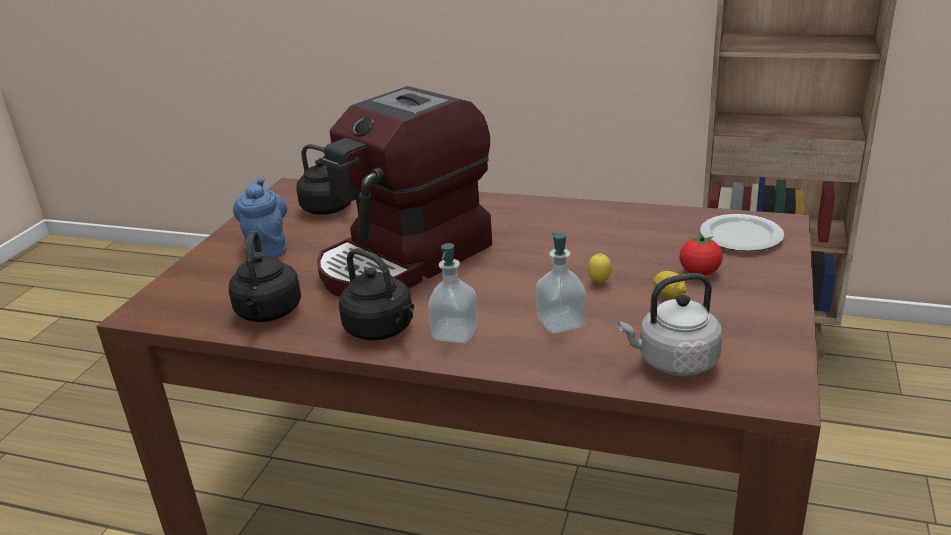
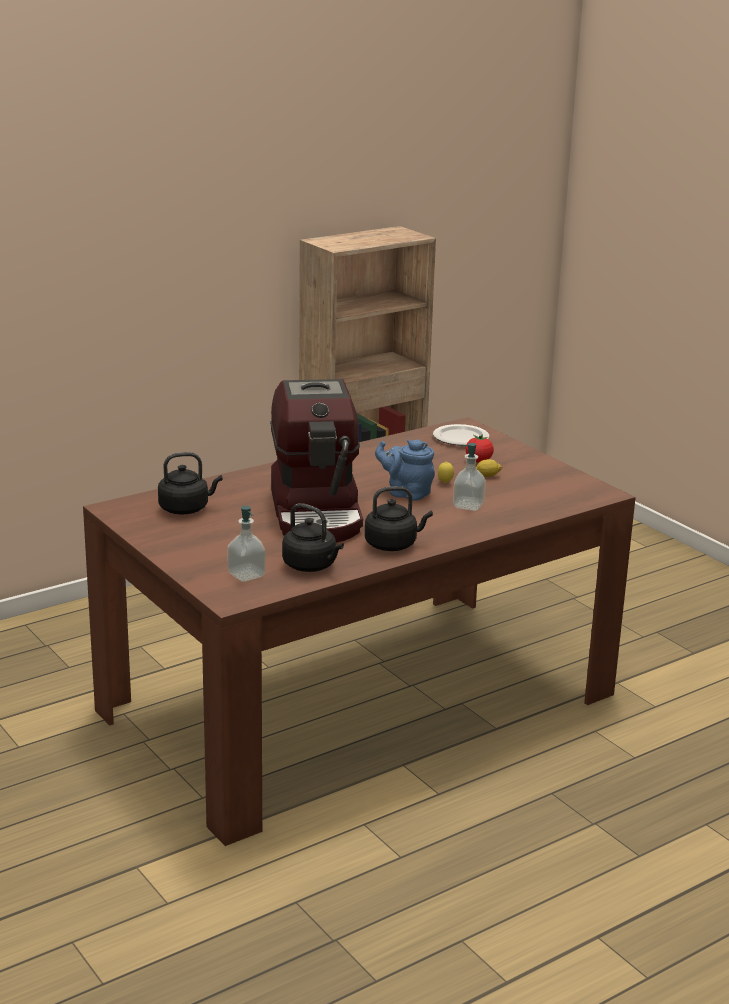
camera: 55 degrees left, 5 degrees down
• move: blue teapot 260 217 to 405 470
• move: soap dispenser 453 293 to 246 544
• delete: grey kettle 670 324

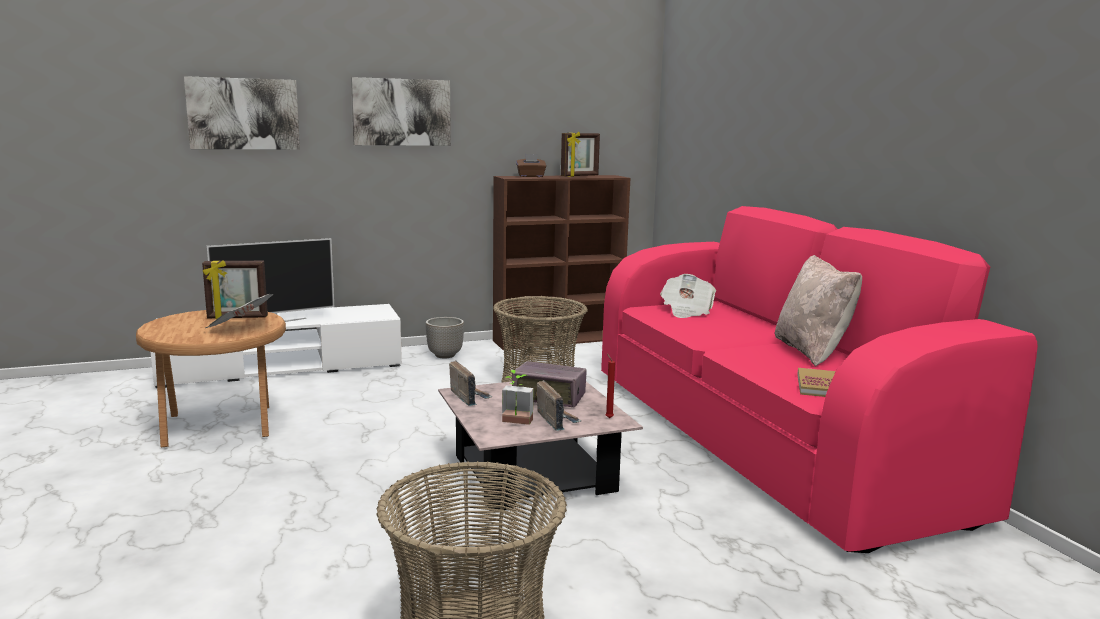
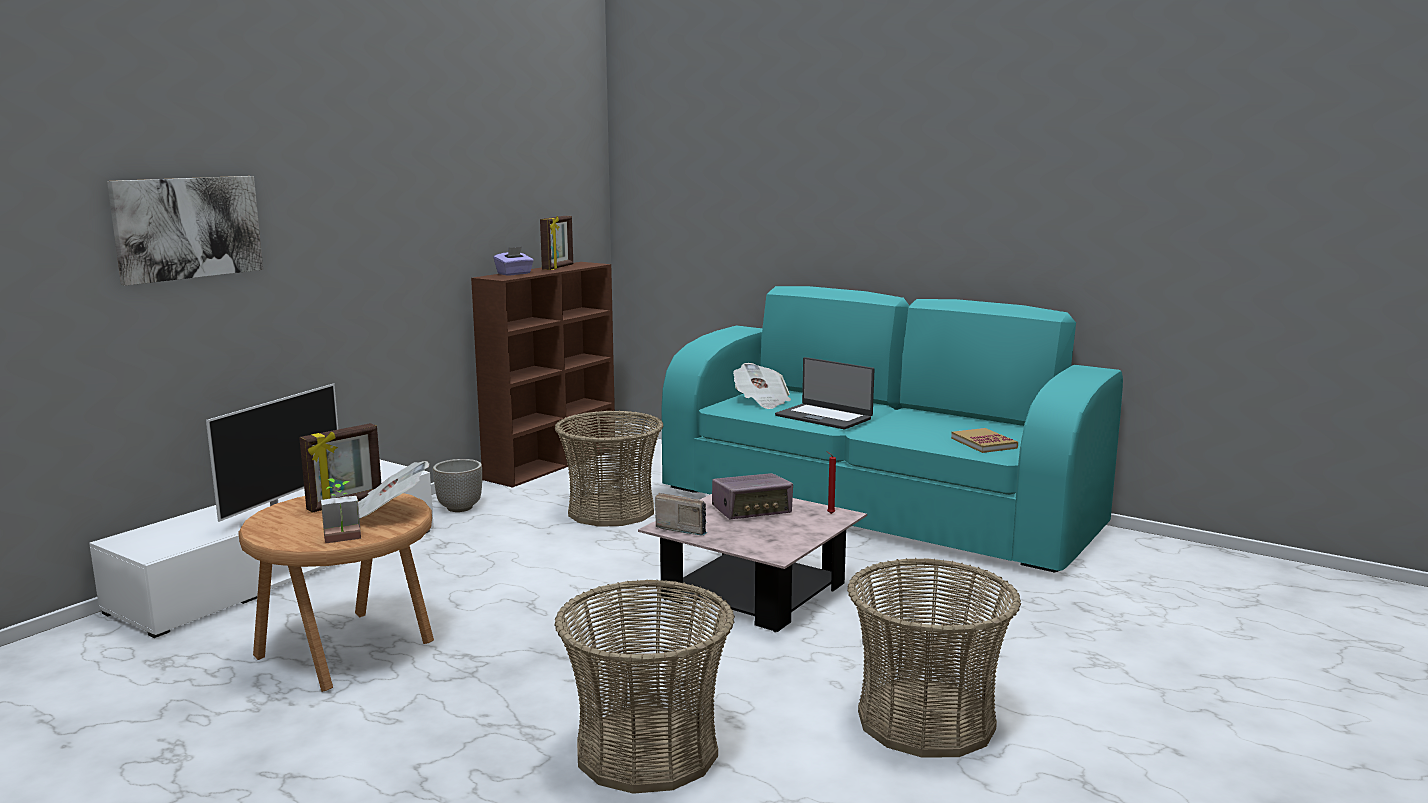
camera: 35 degrees left, 0 degrees up
• delete: picture 401 111
• move: potted plant 518 397 to 341 511
• recolor: brown tissue box 531 165 to purple tissue box 513 261
• delete: radio 559 405
• recolor: pink sofa 819 379 to turquoise sofa 892 429
• delete: beige pillow 818 310
• insert: basket 645 686
• insert: laptop 825 393

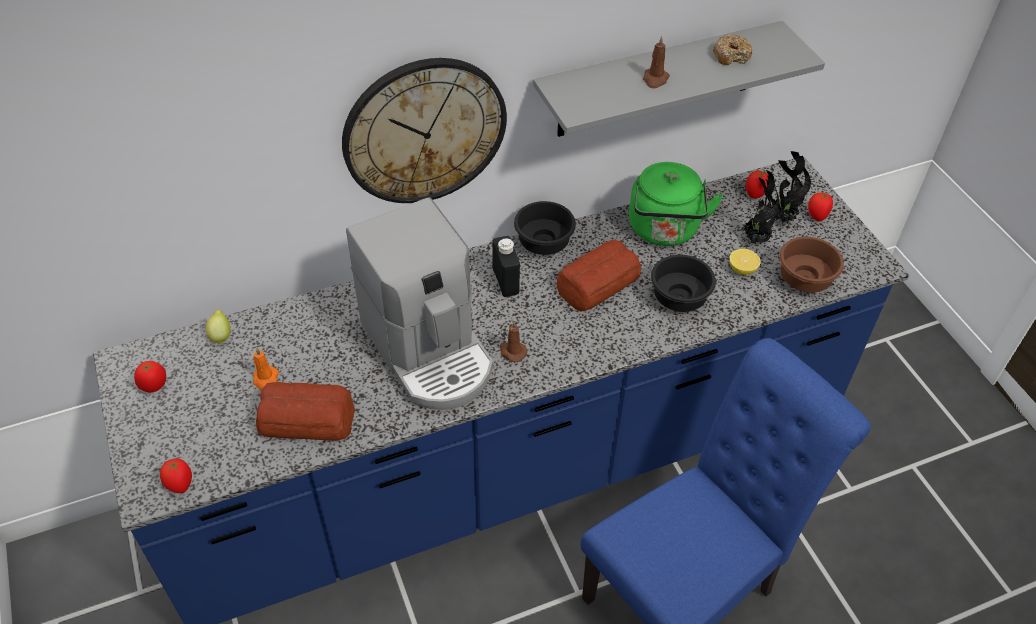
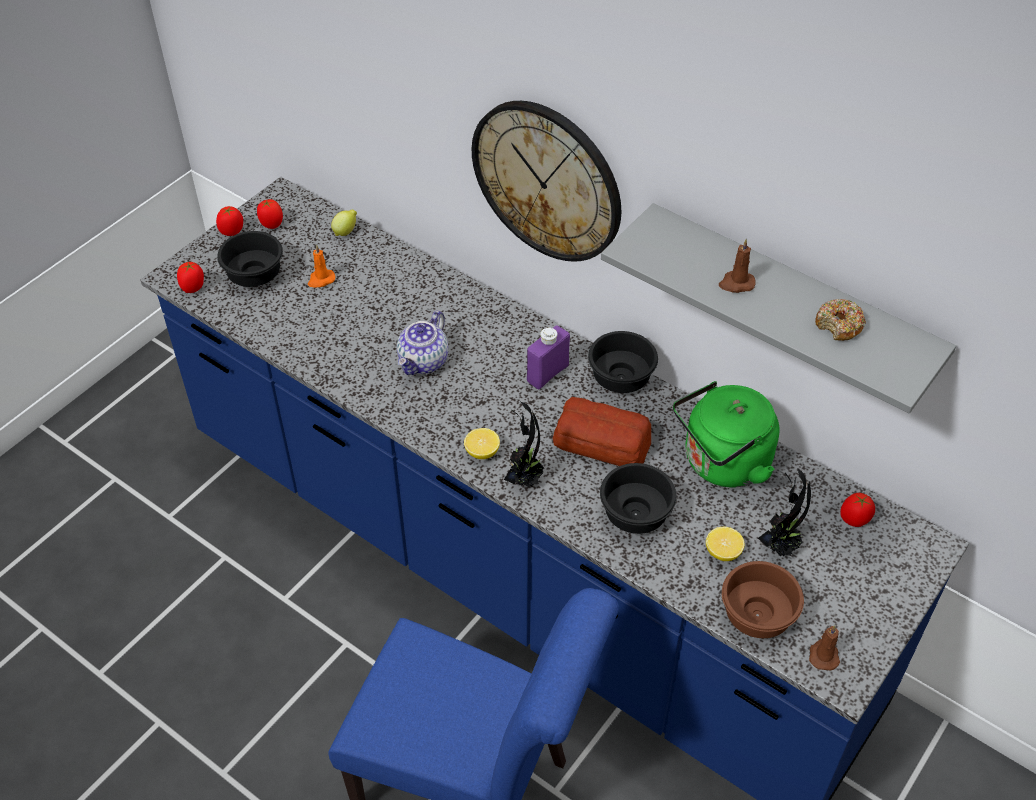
camera: 60 degrees right, 0 degrees up
• delete: bread 305 411
• replace: coffee machine 419 303 to teapot 422 343
• recolor: black bottle 506 266 to purple bottle 548 357
• move: brown candle 513 341 to 824 647
• move: potted plant 791 187 to 524 445
• move: tomato 820 207 to 229 221
• insert: black bowl 250 259
• insert: lemon 482 443

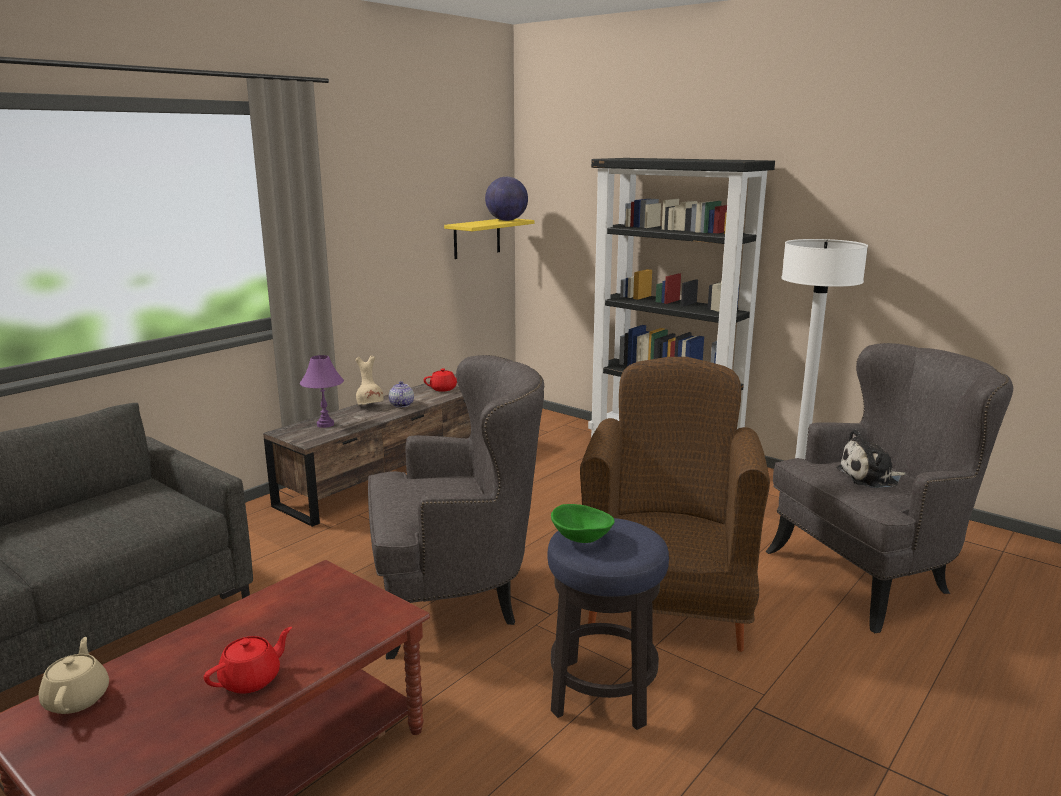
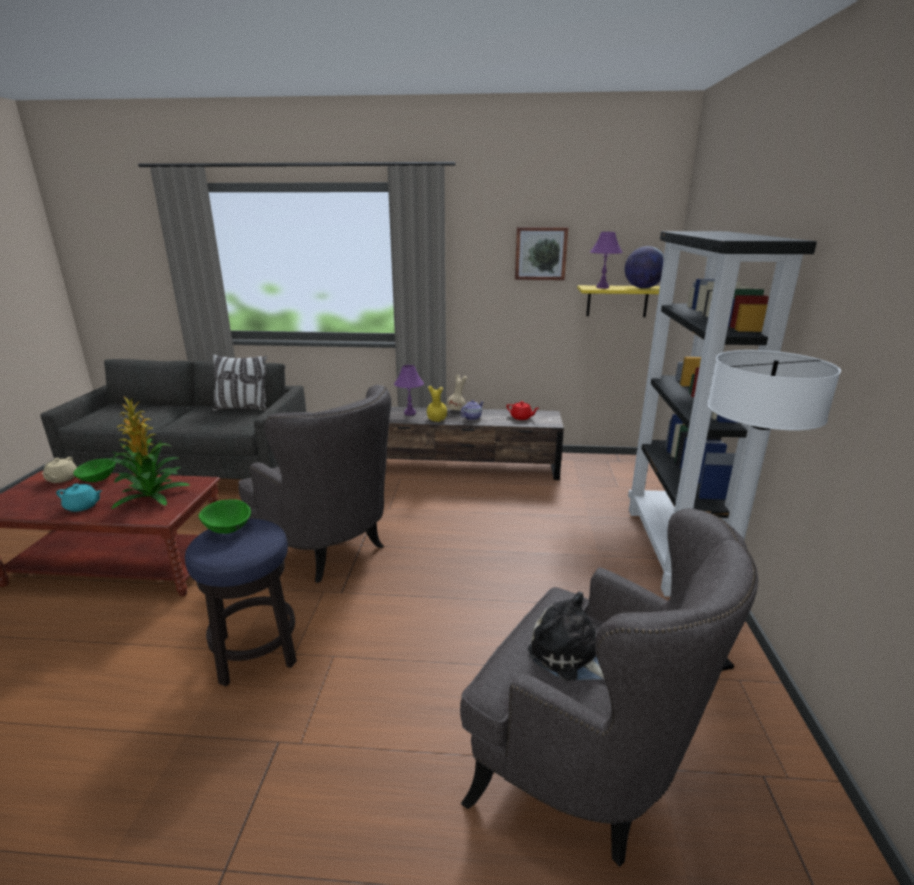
camera: 55 degrees right, 5 degrees up
• rotate: beige teapot 74 675 = 59 470 135 degrees clockwise
• recolor: red teapot 248 660 to turquoise teapot 79 498
• delete: brown armchair 675 504
• insert: green bowl 95 470
• insert: potted plant 149 453
• insert: pillow 239 382
• insert: yellow vase 437 404
• insert: picture 542 253
• insert: purple table lamp 606 260

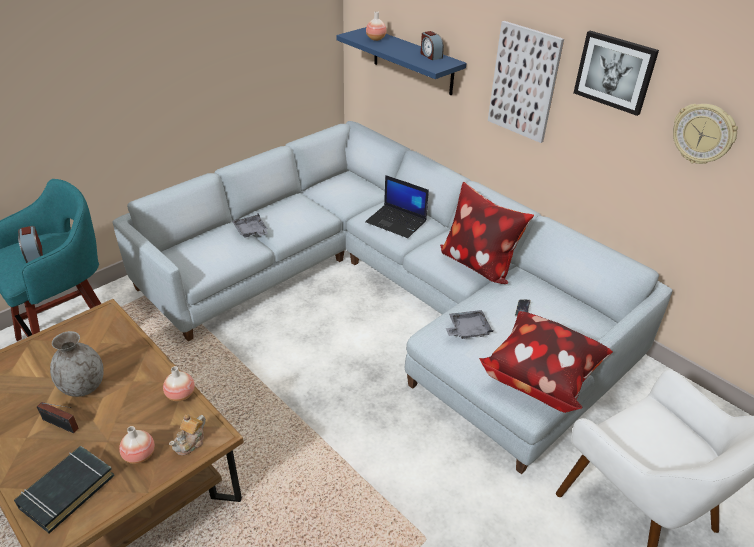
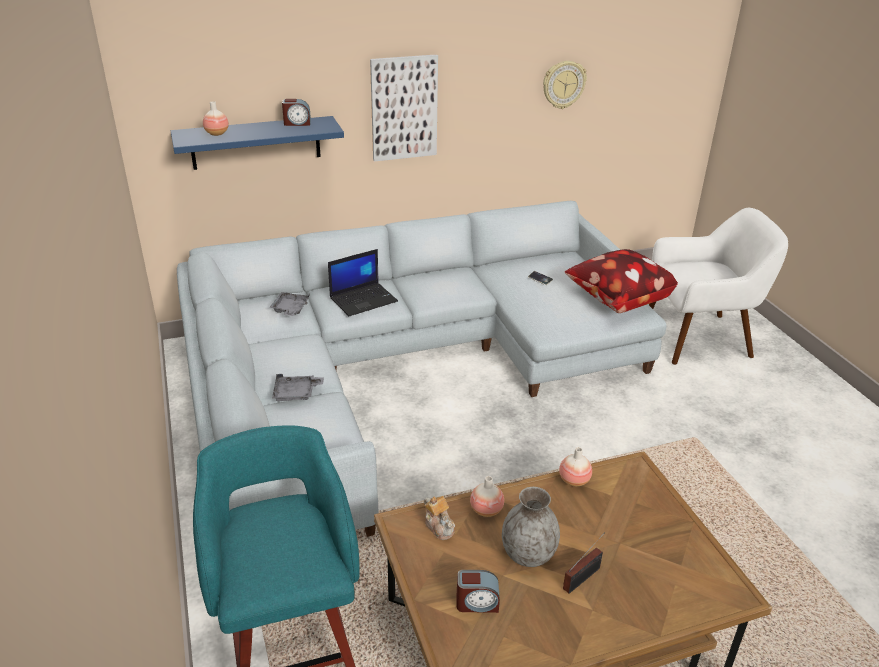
camera: 65 degrees left, 5 degrees down
• delete: black book 64 490
• move: alarm clock 30 244 to 478 591
• move: vase 137 445 to 487 496
• move: teapot 187 434 to 439 518
• delete: pillow 487 233
• move: grey tray 469 324 to 289 304
• delete: picture 616 73

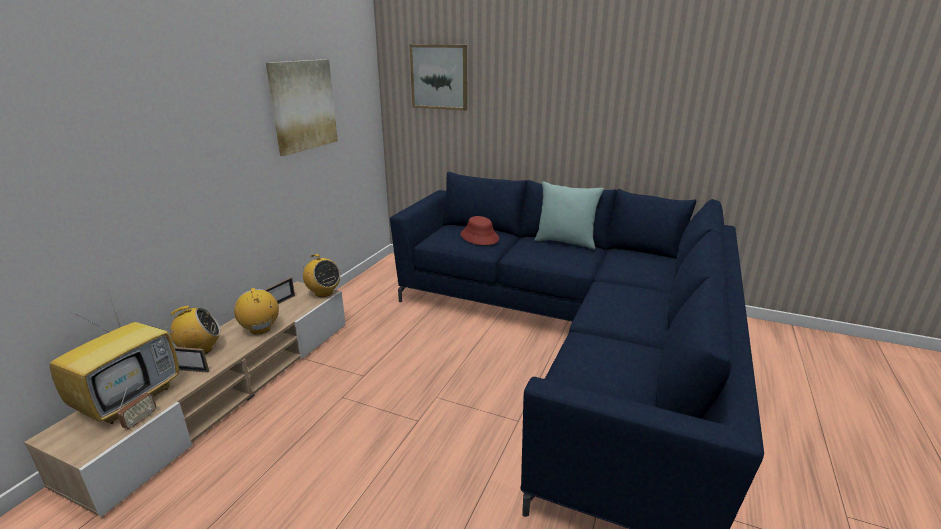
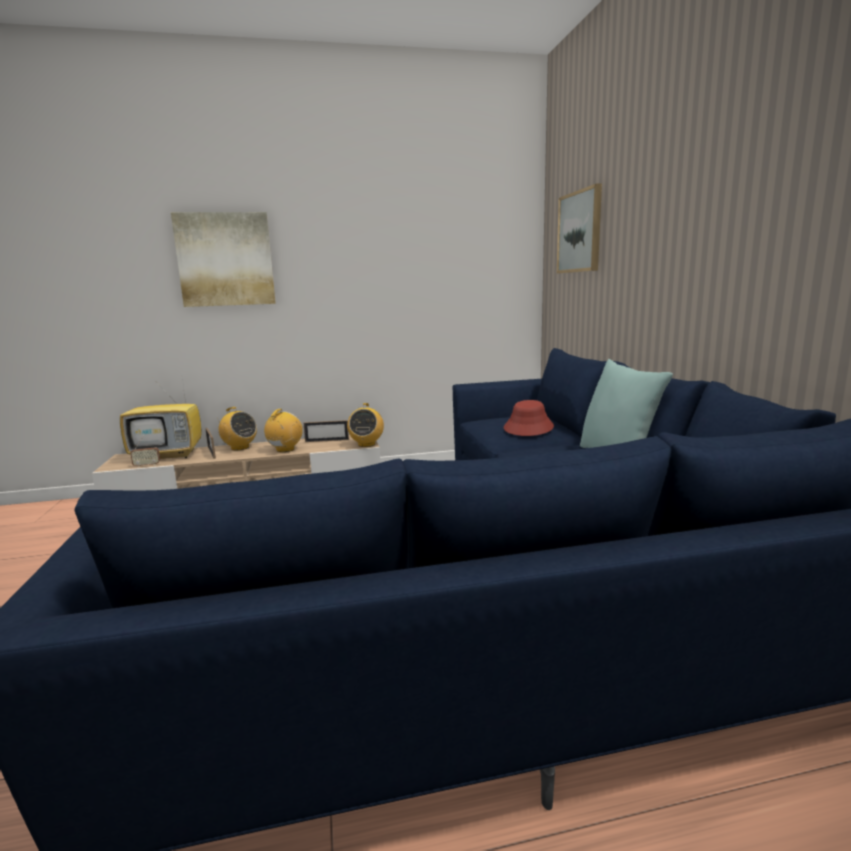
camera: 55 degrees right, 10 degrees down
• move: picture 302 107 to 223 259

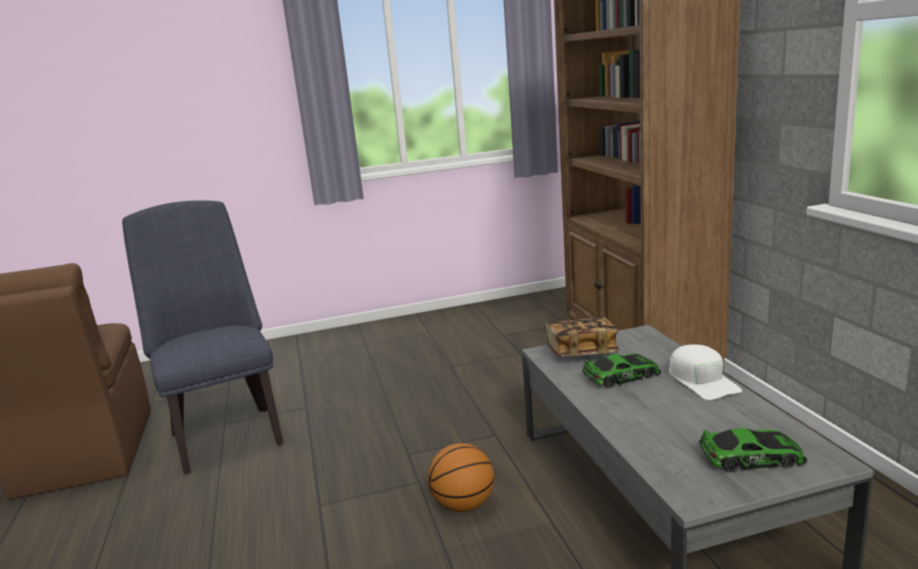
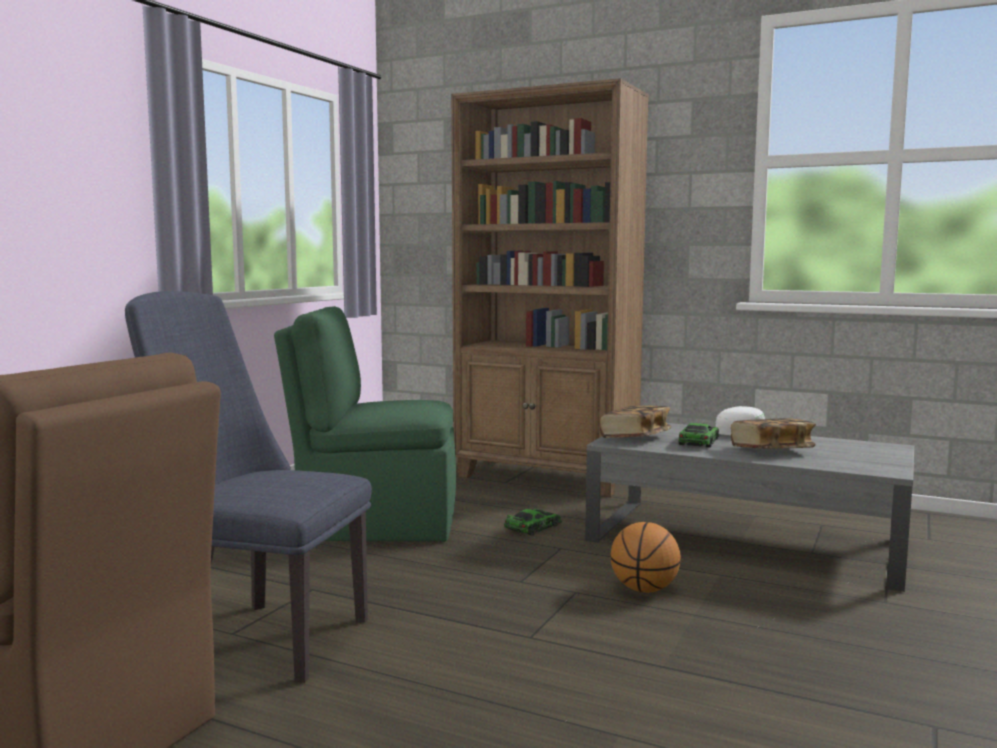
camera: 50 degrees left, 10 degrees down
• move: toy car 753 450 to 533 522
• insert: green chair 365 424
• insert: book 773 433

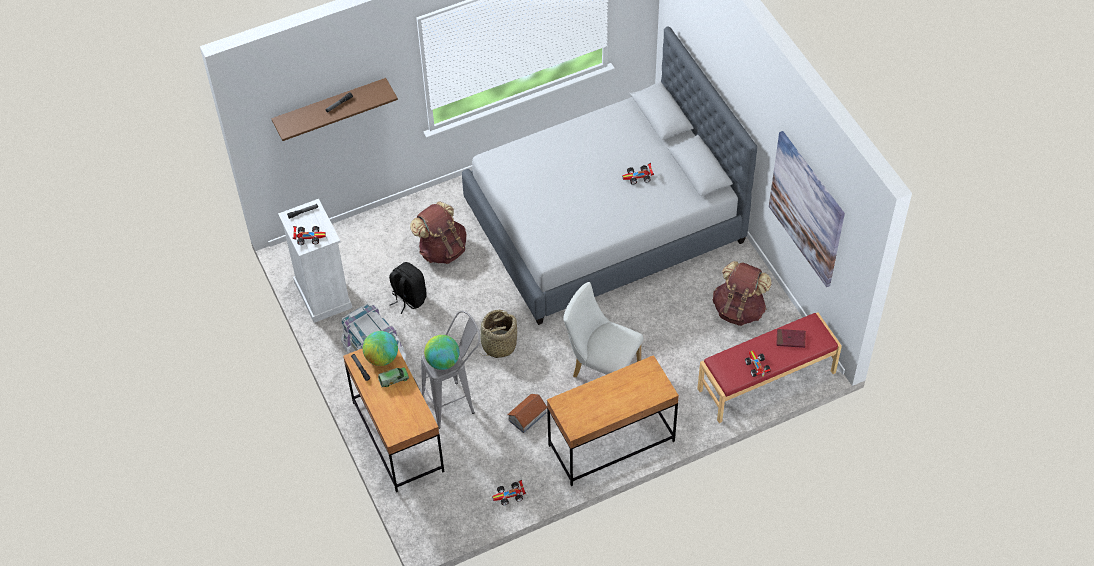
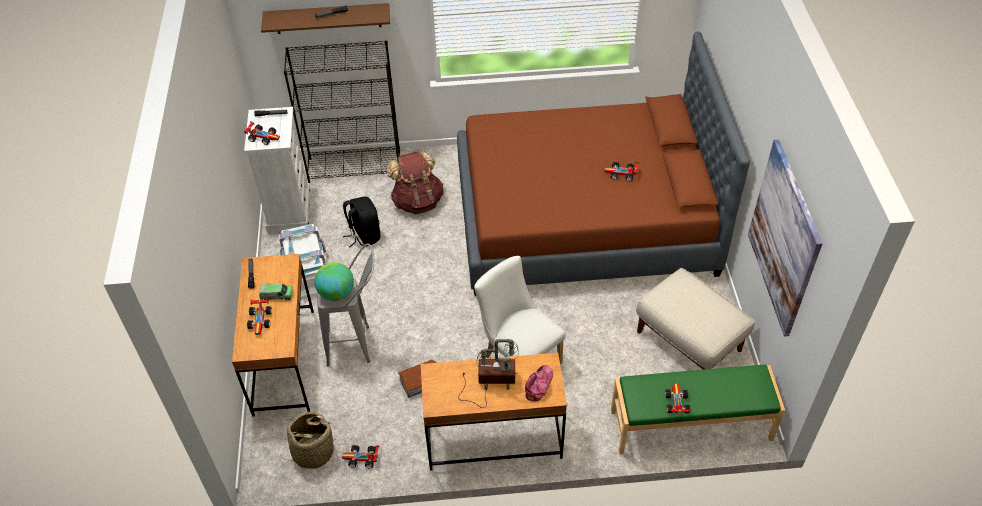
camera: 20 degrees right, 5 degrees down
• delete: globe 380 348
• recolor: grey bed 609 175 to brown bed 603 163
• move: basket 498 334 to 308 440
• recolor: red bench 769 367 to green bench 698 410
• replace: brown backpack 742 293 to beige ottoman 695 319
• delete: red book 791 338
• insert: toy car 259 317
• insert: black bookcase 342 111
• insert: table lamp 488 373
• insert: cap 539 383

